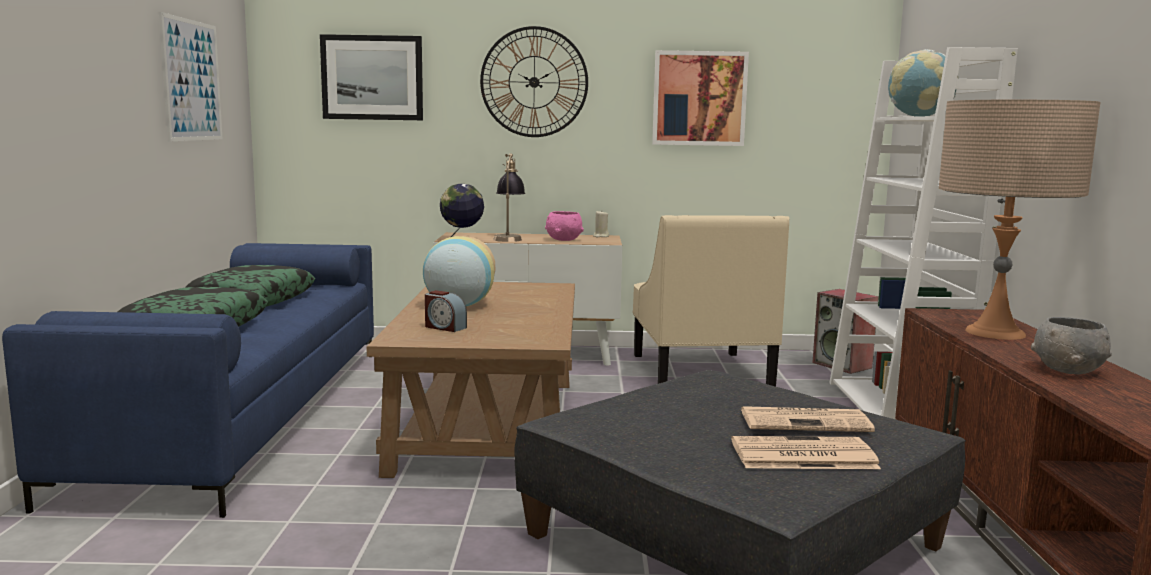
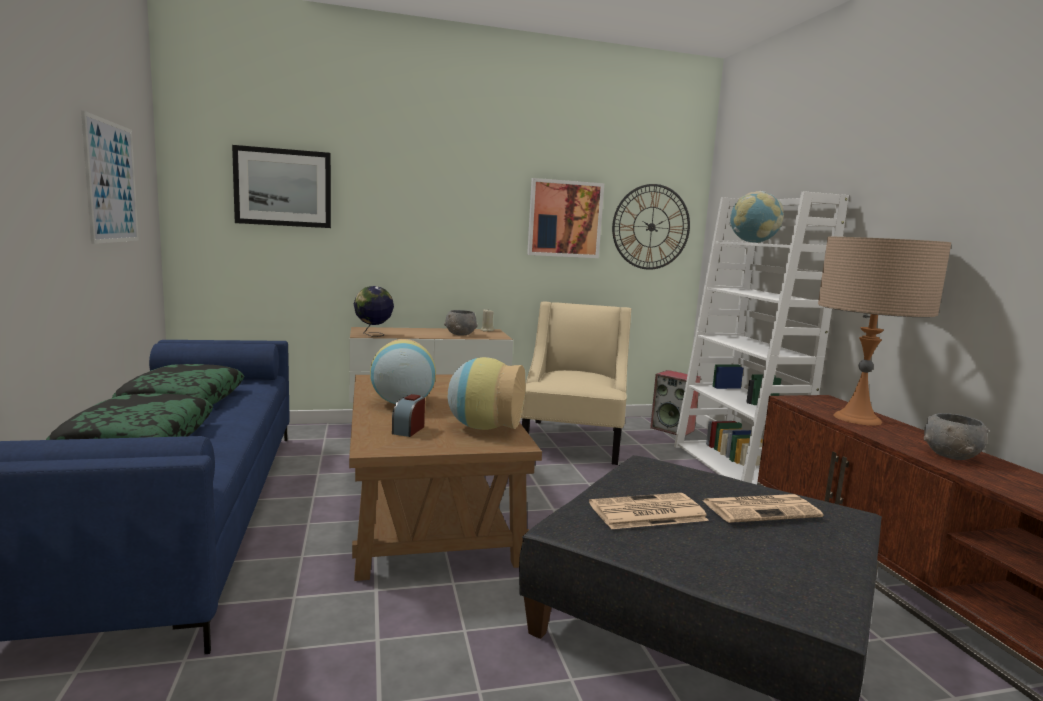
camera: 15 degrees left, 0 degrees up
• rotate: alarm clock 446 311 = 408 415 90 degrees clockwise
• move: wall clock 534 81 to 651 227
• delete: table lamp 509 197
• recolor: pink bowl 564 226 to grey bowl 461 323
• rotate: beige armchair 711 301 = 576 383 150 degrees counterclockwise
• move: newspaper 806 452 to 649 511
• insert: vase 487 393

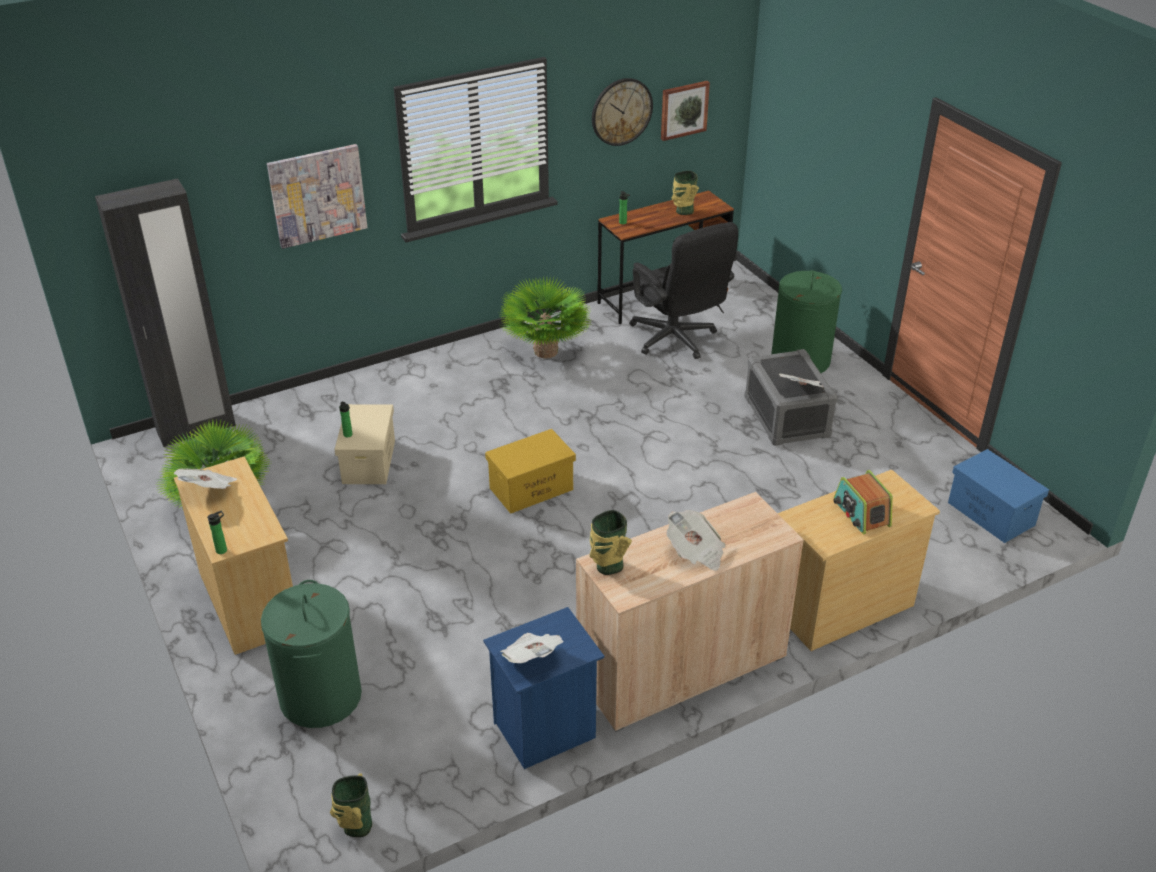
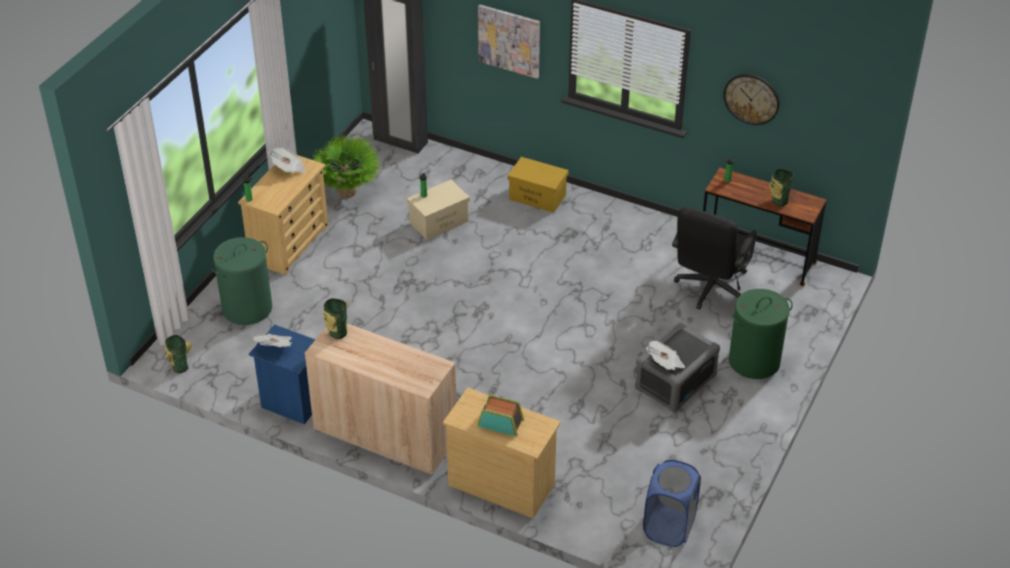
camera: 55 degrees right, 5 degrees up
• move: yellow storage box 530 471 to 538 185
• delete: potted plant 544 317
• delete: picture 685 111
• delete: newspaper 696 540
• rotate: radio 863 502 = 500 415 75 degrees clockwise
• replace: blue storage box 998 496 to blue laundry basket 672 503

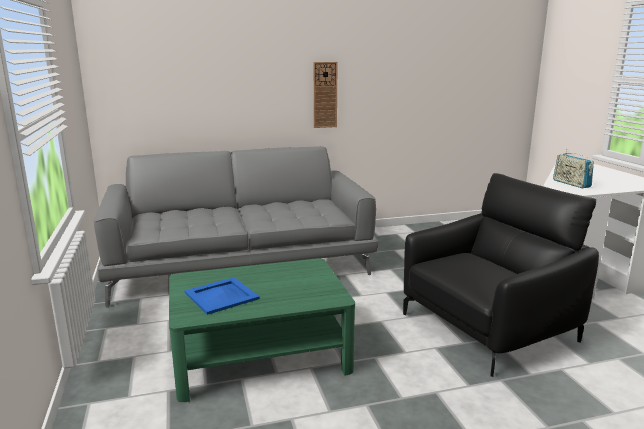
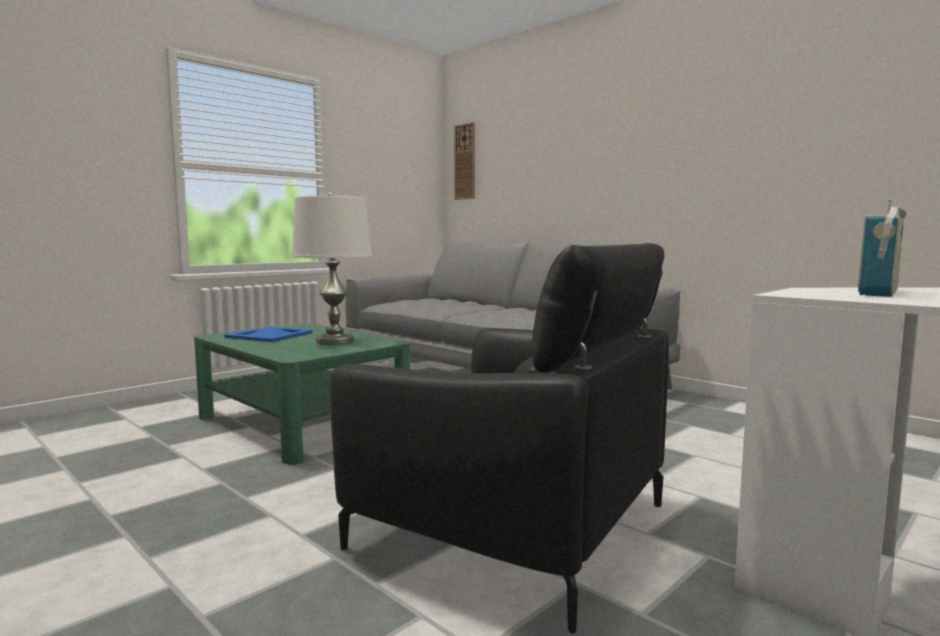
camera: 60 degrees right, 10 degrees down
• move: wall clock 326 95 to 464 161
• insert: white table lamp 332 268

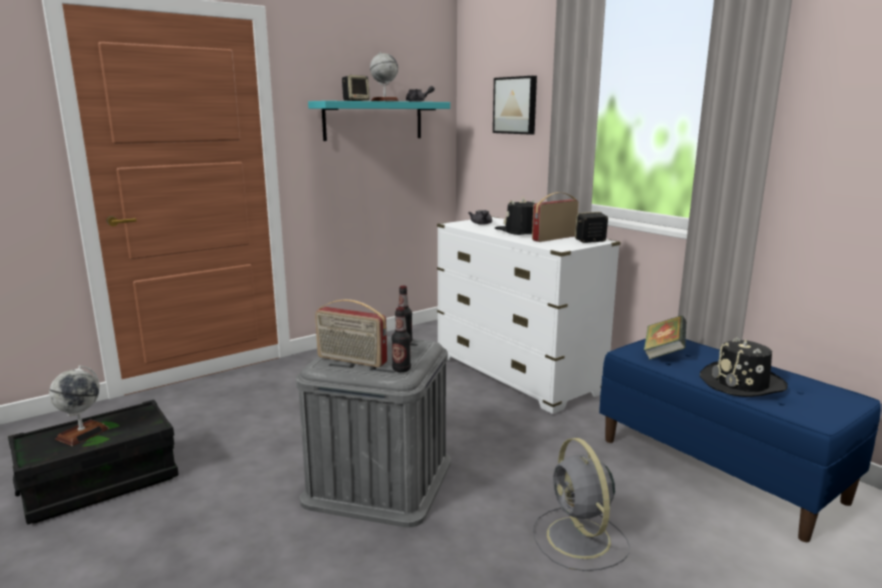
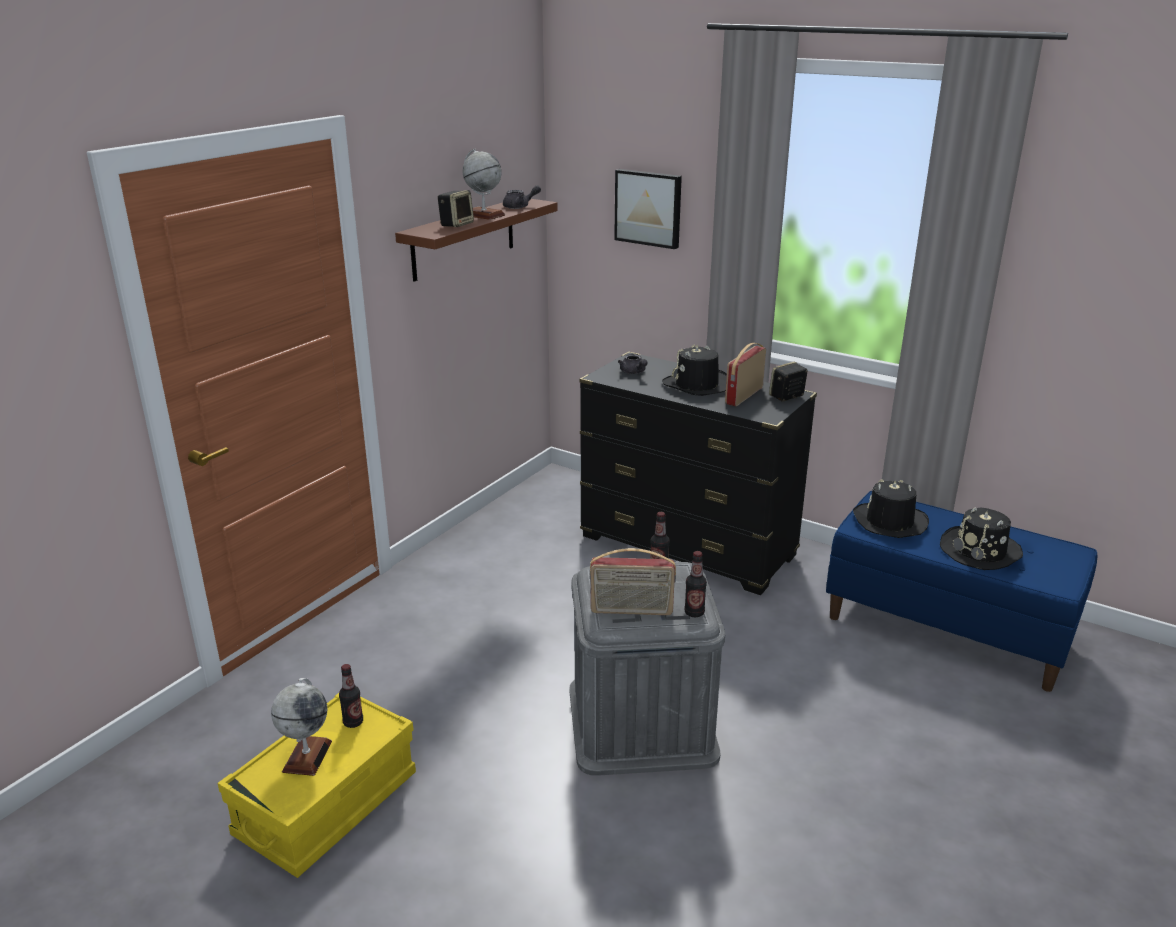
camera: 20 degrees left, 10 degrees up
• recolor: black storage box 93 462 to yellow storage box 317 785
• recolor: turquoise shelf 379 121 to brown shelf 476 240
• recolor: white dresser 529 315 to black dresser 698 473
• delete: grey fan 581 504
• replace: book 665 337 to black hat 891 509
• insert: bottle 351 696

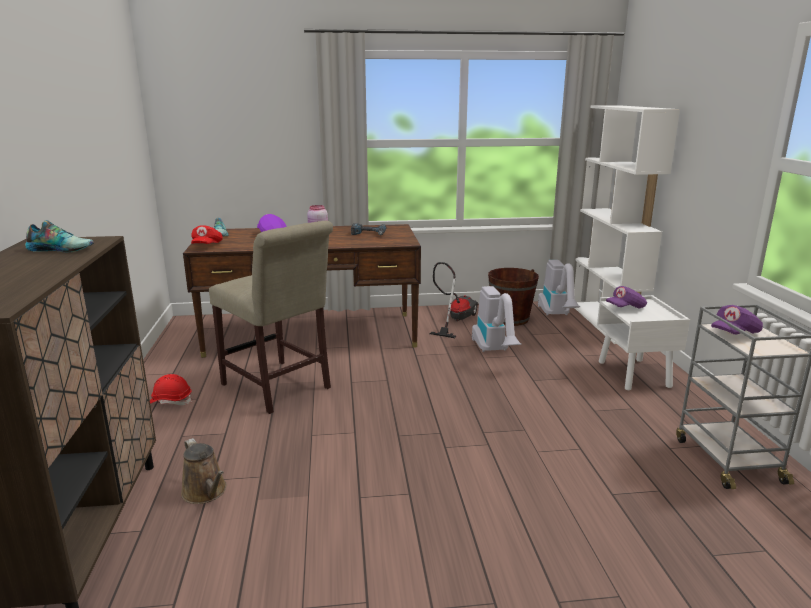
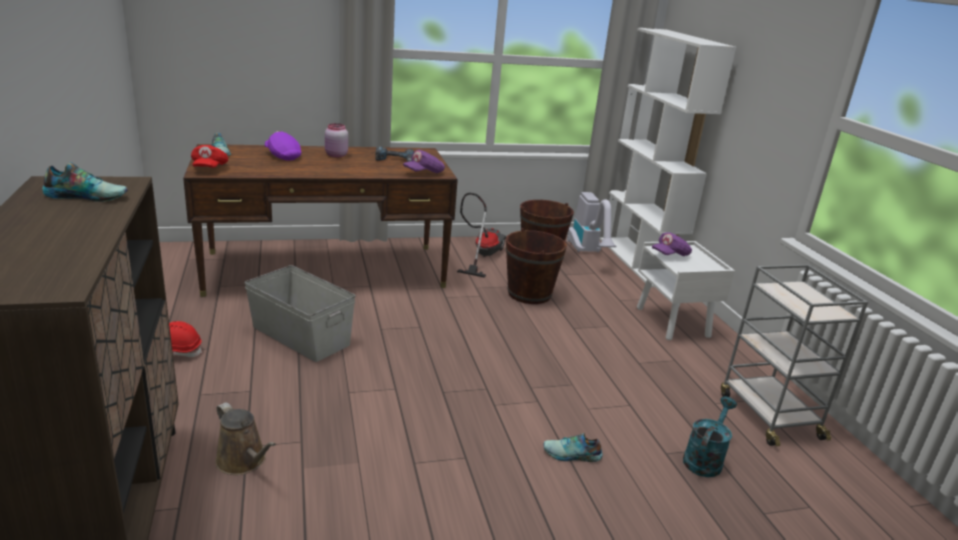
camera: 10 degrees left, 5 degrees up
• replace: beige chair 271 317 to grey storage box 300 313
• replace: vacuum cleaner 497 319 to brown bucket 536 266
• move: purple cap 737 319 to 424 161
• insert: shoe 573 447
• insert: turquoise watering can 710 436

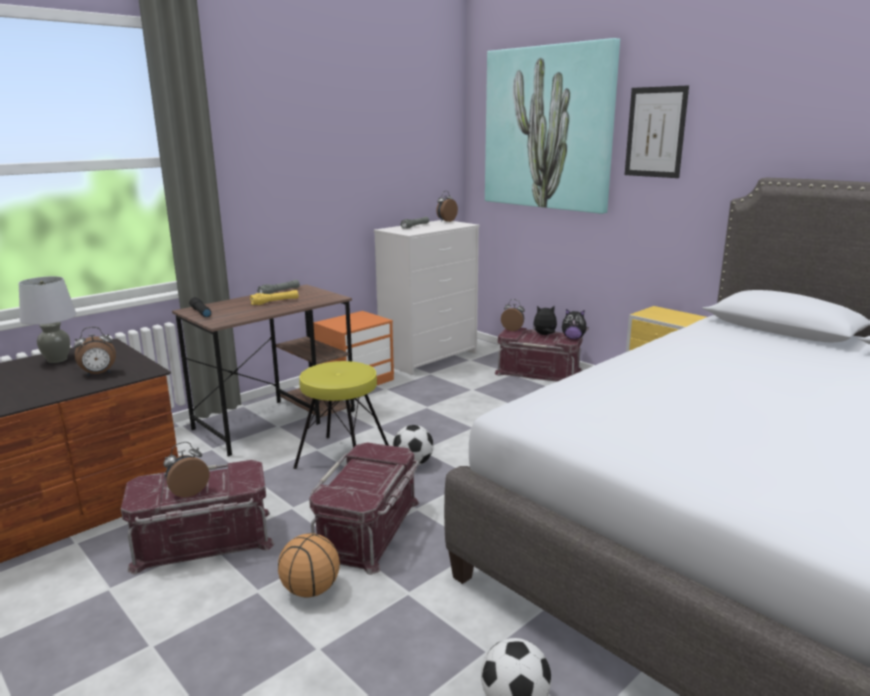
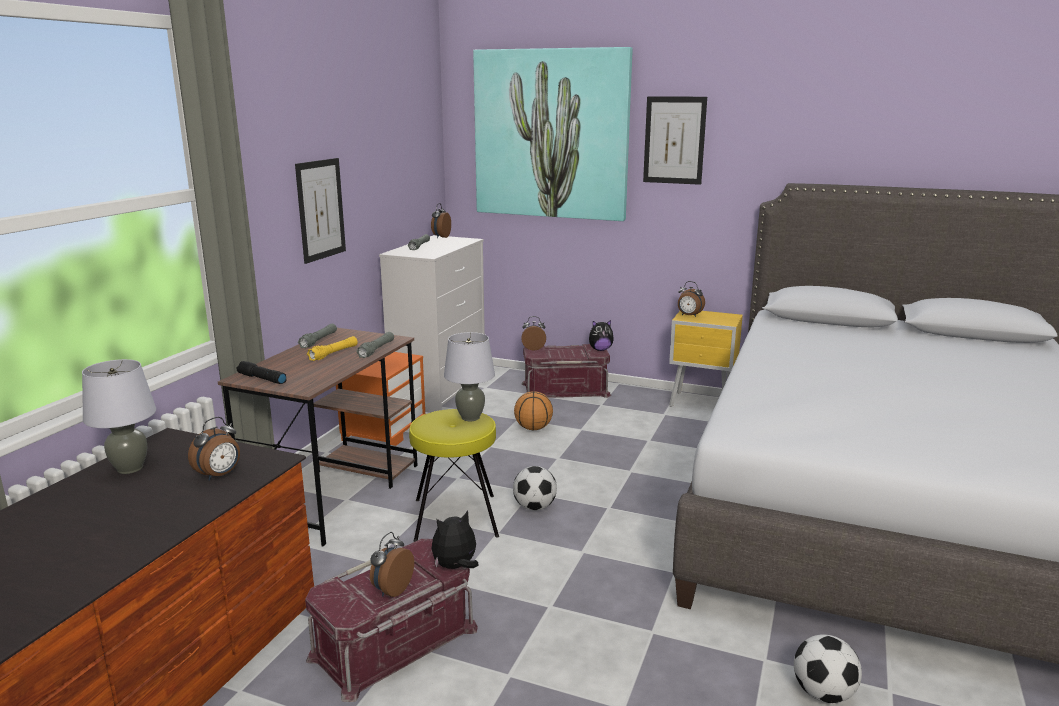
camera: 25 degrees left, 0 degrees up
• move: basketball 309 565 to 533 410
• delete: red storage box 364 509
• move: plush toy 545 320 to 455 539
• insert: picture 320 211
• insert: grey flashlight 375 345
• insert: grey table lamp 469 376
• insert: alarm clock 691 299

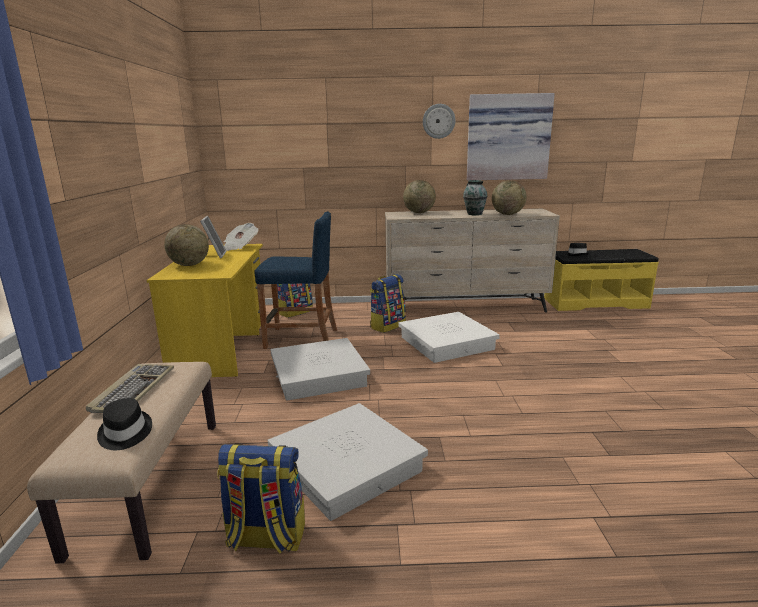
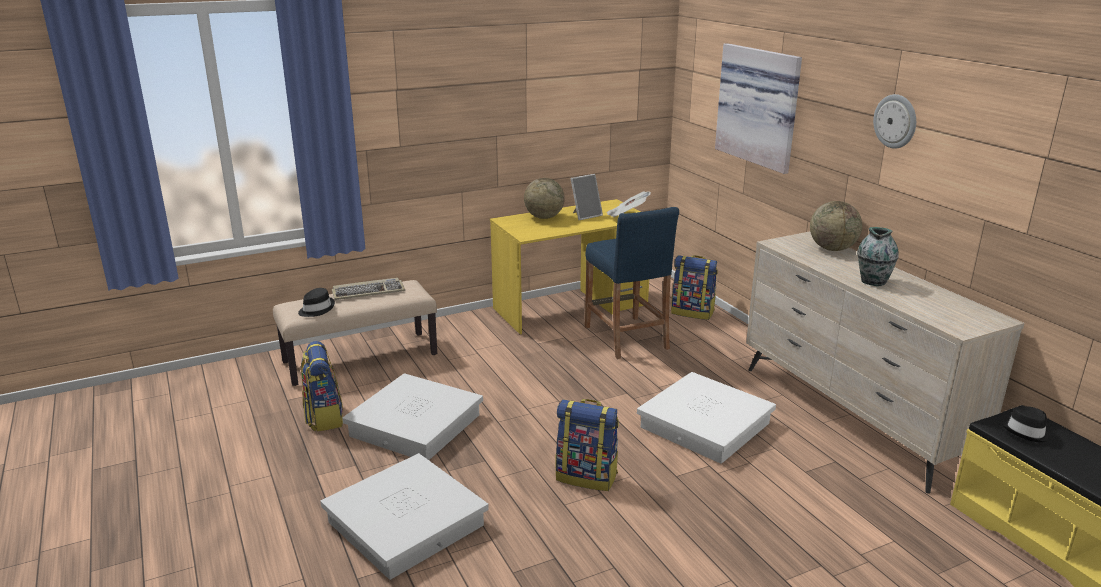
camera: 65 degrees right, 5 degrees up
• move: white storage box 320 369 to 404 516
• move: backpack 388 303 to 587 445
• move: picture 511 137 to 758 108
• delete: globe 509 197

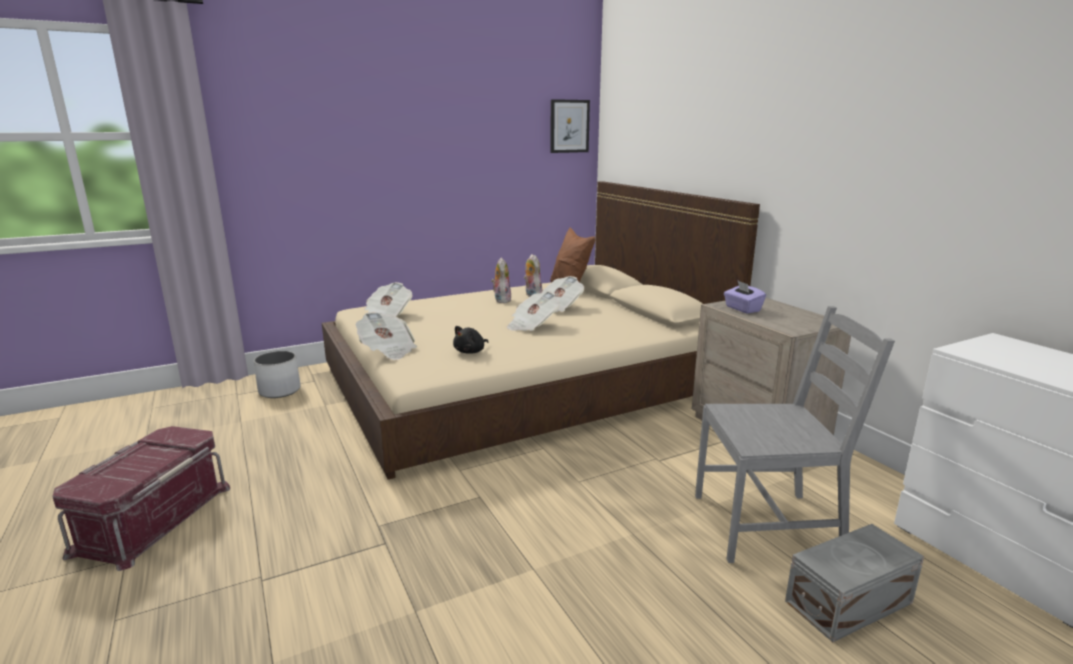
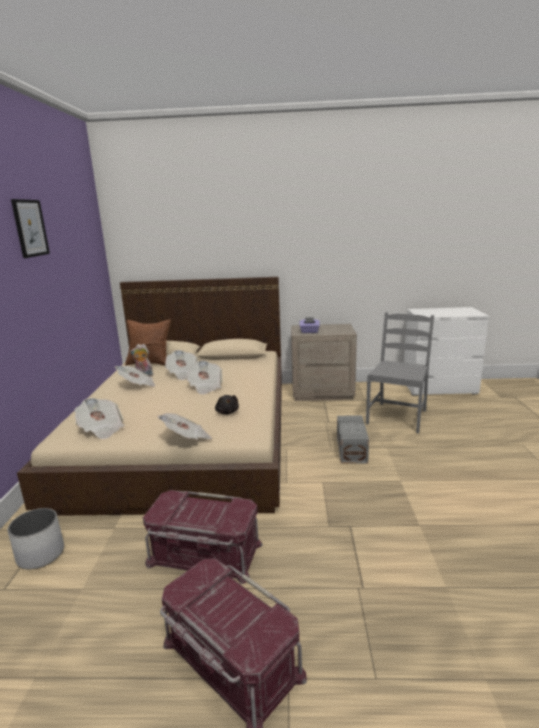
camera: 60 degrees left, 0 degrees up
• replace: plush toy 501 280 to newspaper 135 376
• move: picture 570 126 to 30 228
• move: grey storage box 854 583 to 353 439
• insert: red storage box 203 537

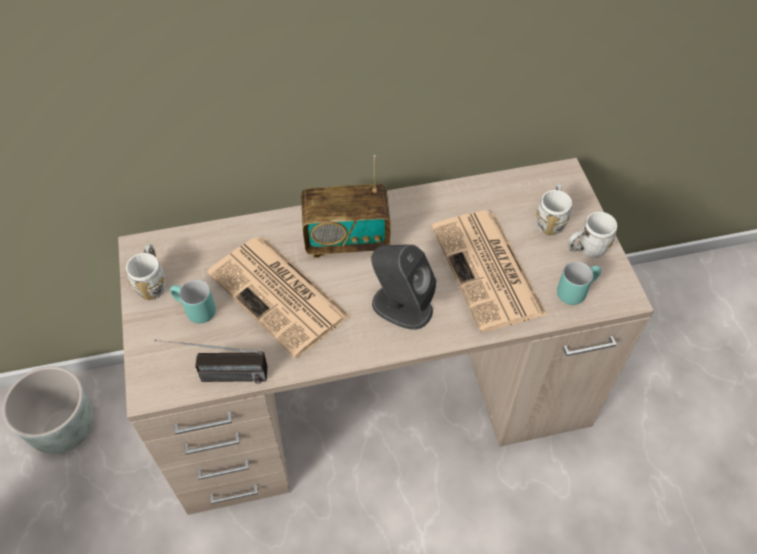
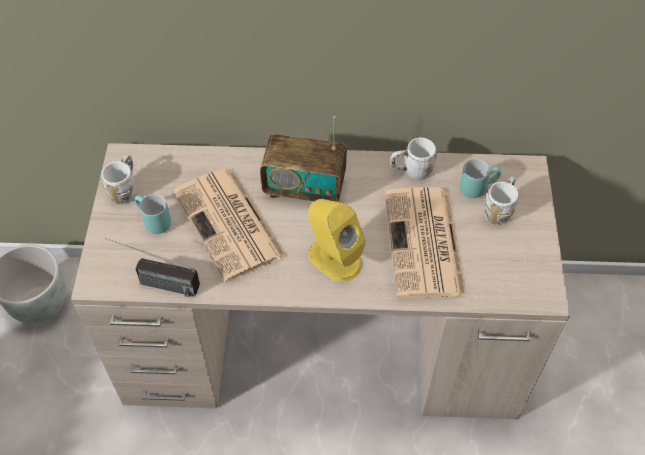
camera: 15 degrees right, 0 degrees up
• recolor: grey speaker 404 287 to yellow speaker 336 240
• move: turquoise mug 579 283 to 480 178
• move: white mug 592 235 to 414 159

